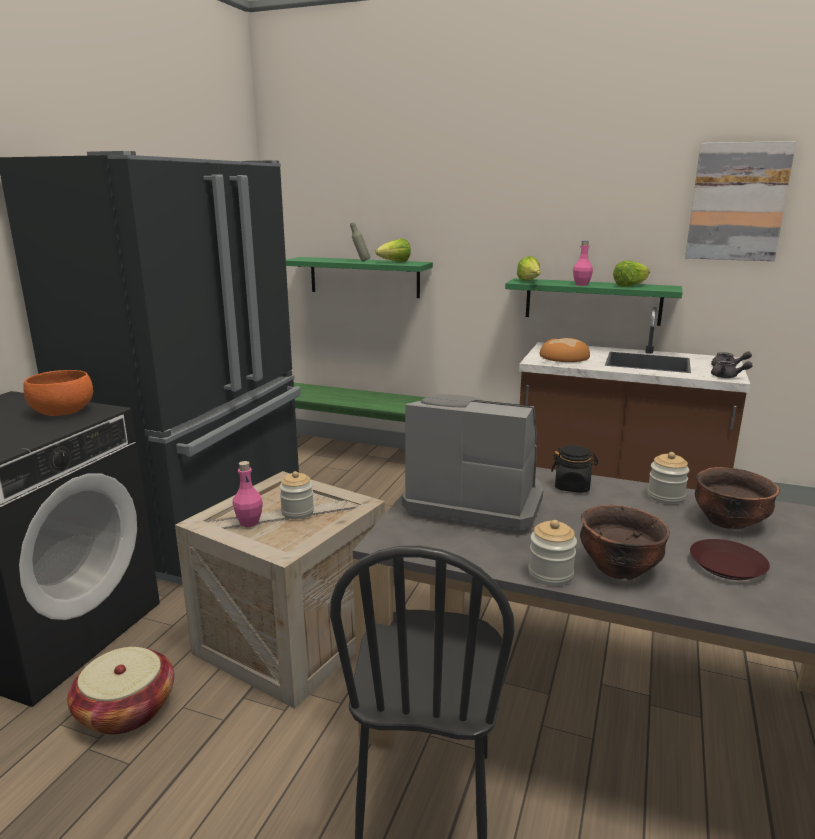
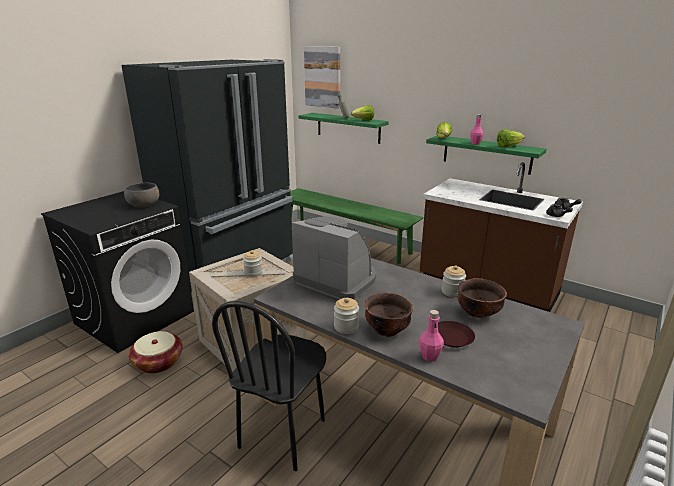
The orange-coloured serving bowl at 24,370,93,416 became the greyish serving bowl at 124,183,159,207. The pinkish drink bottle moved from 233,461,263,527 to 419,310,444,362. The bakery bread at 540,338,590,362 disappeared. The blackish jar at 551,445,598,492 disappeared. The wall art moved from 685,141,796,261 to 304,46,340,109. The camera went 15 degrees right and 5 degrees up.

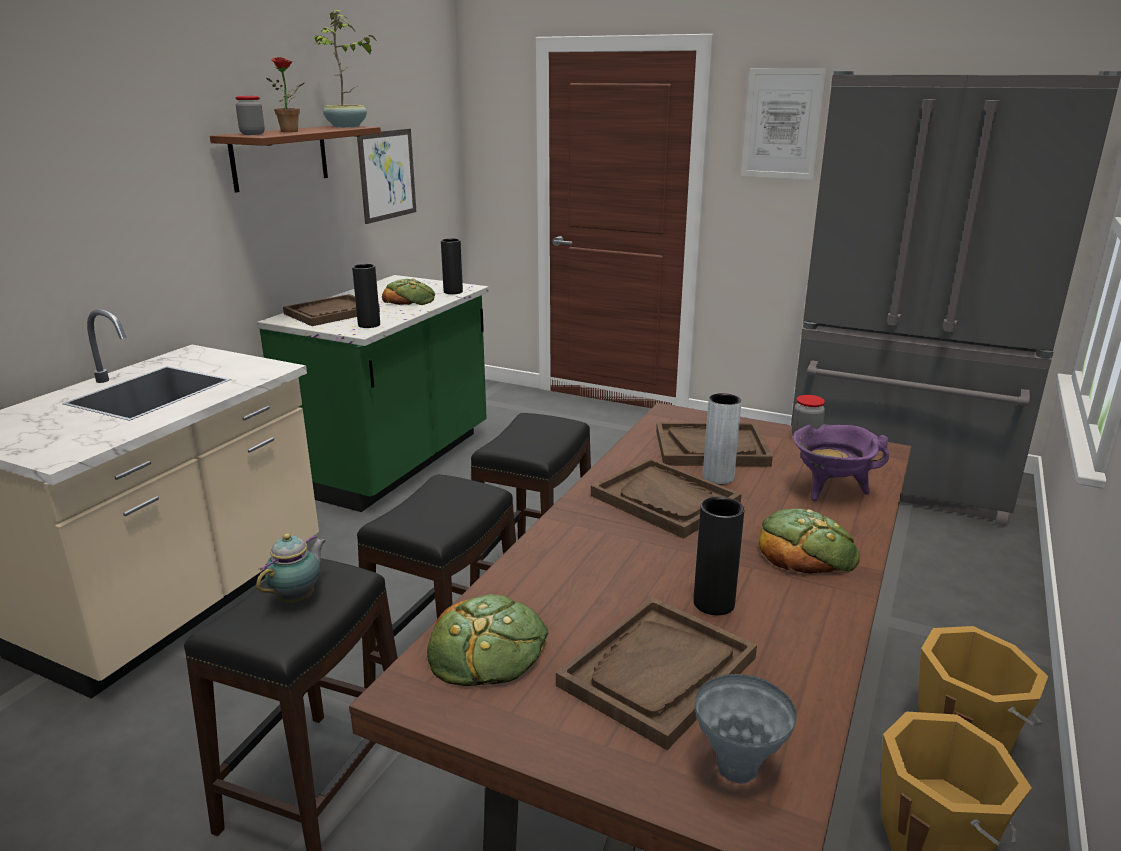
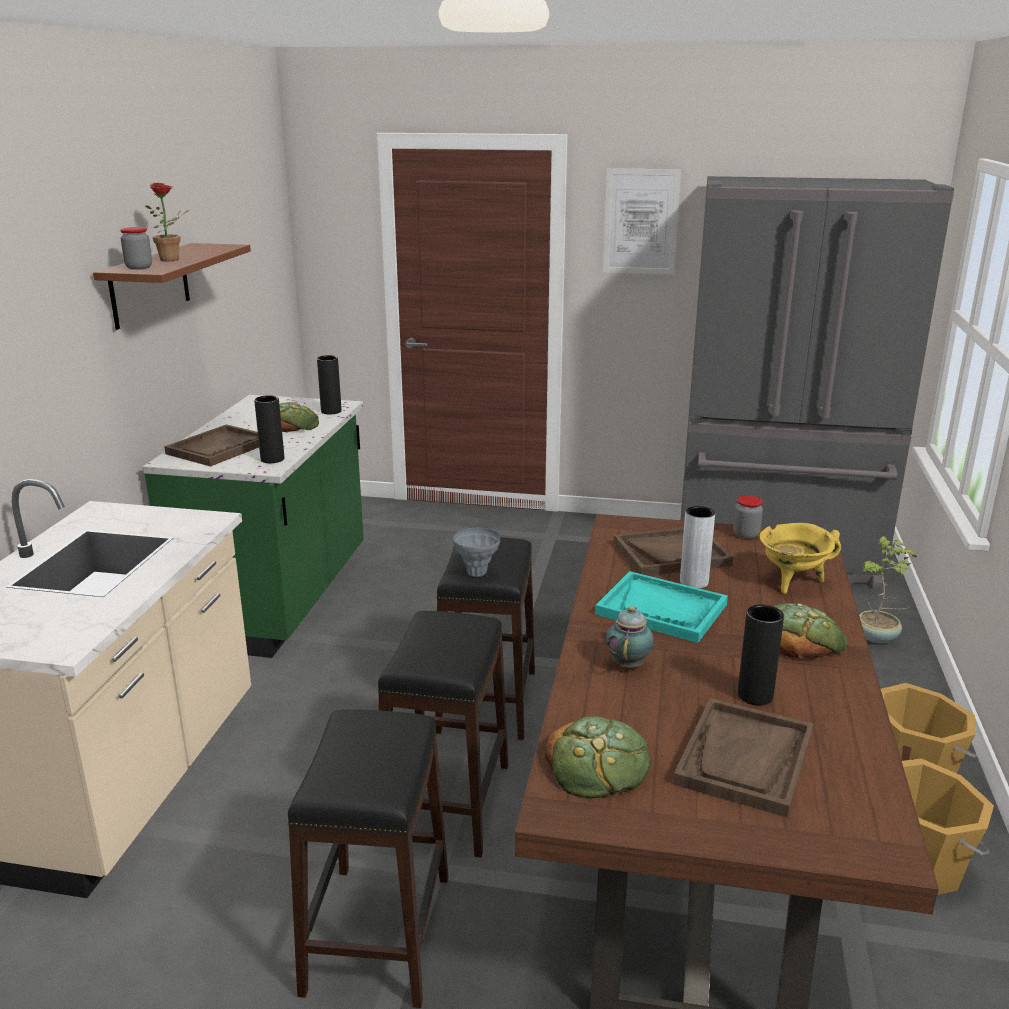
The tea pot moved from 256,533,326,603 to 606,606,654,669. The houseplant moved from 311,10,376,128 to 859,536,917,644. The wall art at 357,129,416,224 disappeared. The brownish serving tray at 591,458,742,539 became the turquoise-coloured serving tray at 595,571,728,643. The greyish decorative vase moved from 695,674,797,783 to 453,528,501,577. The purple-coloured saucepot at 793,424,889,501 became the yellow saucepot at 759,523,841,594. The camera went 15 degrees left and 0 degrees up.

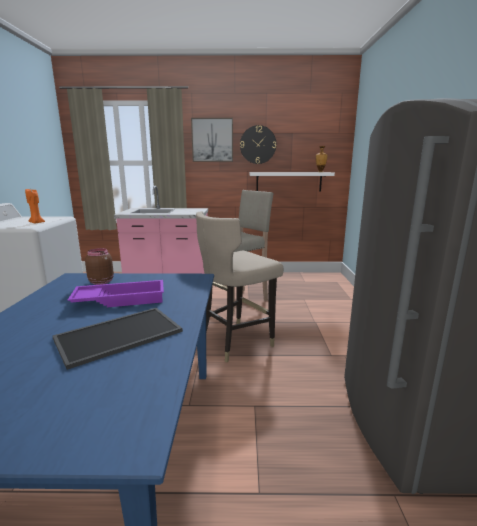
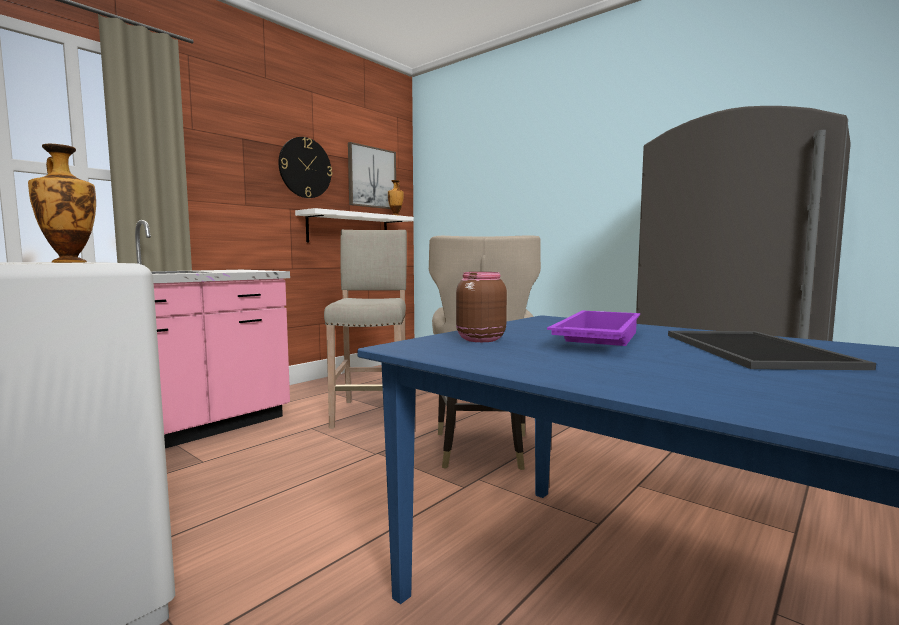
The orange-coloured candle at 25,189,45,223 was replaced by the decorative vase at 28,143,96,263. The wall art moved from 191,118,233,162 to 348,142,396,209. The camera went 50 degrees left and 10 degrees down.

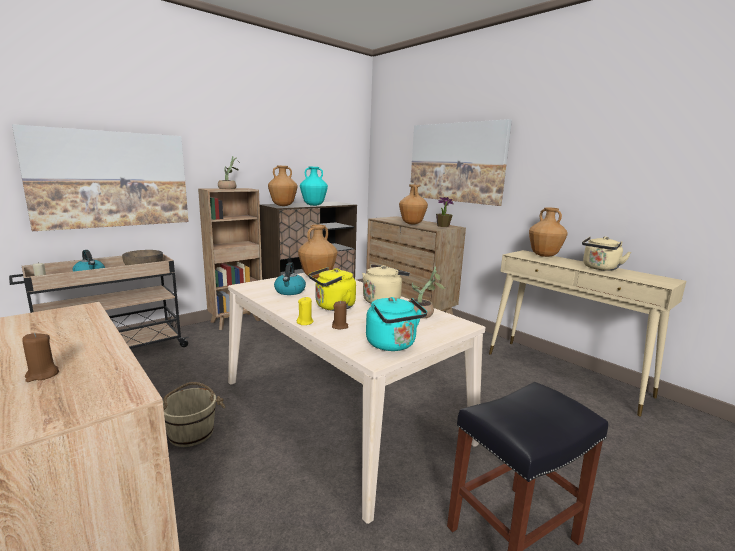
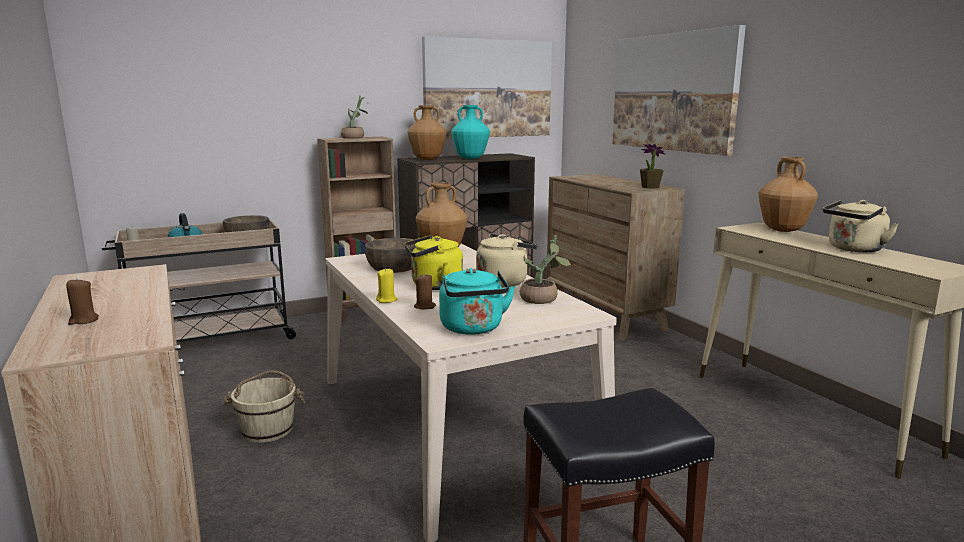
The wall art moved from 12,124,189,231 to 422,36,552,138. The tea kettle at 274,262,306,295 was replaced by the brownish serving bowl at 365,238,416,273. The brownish decorative vase at 399,184,428,224 disappeared. The camera went 15 degrees right and 0 degrees up.

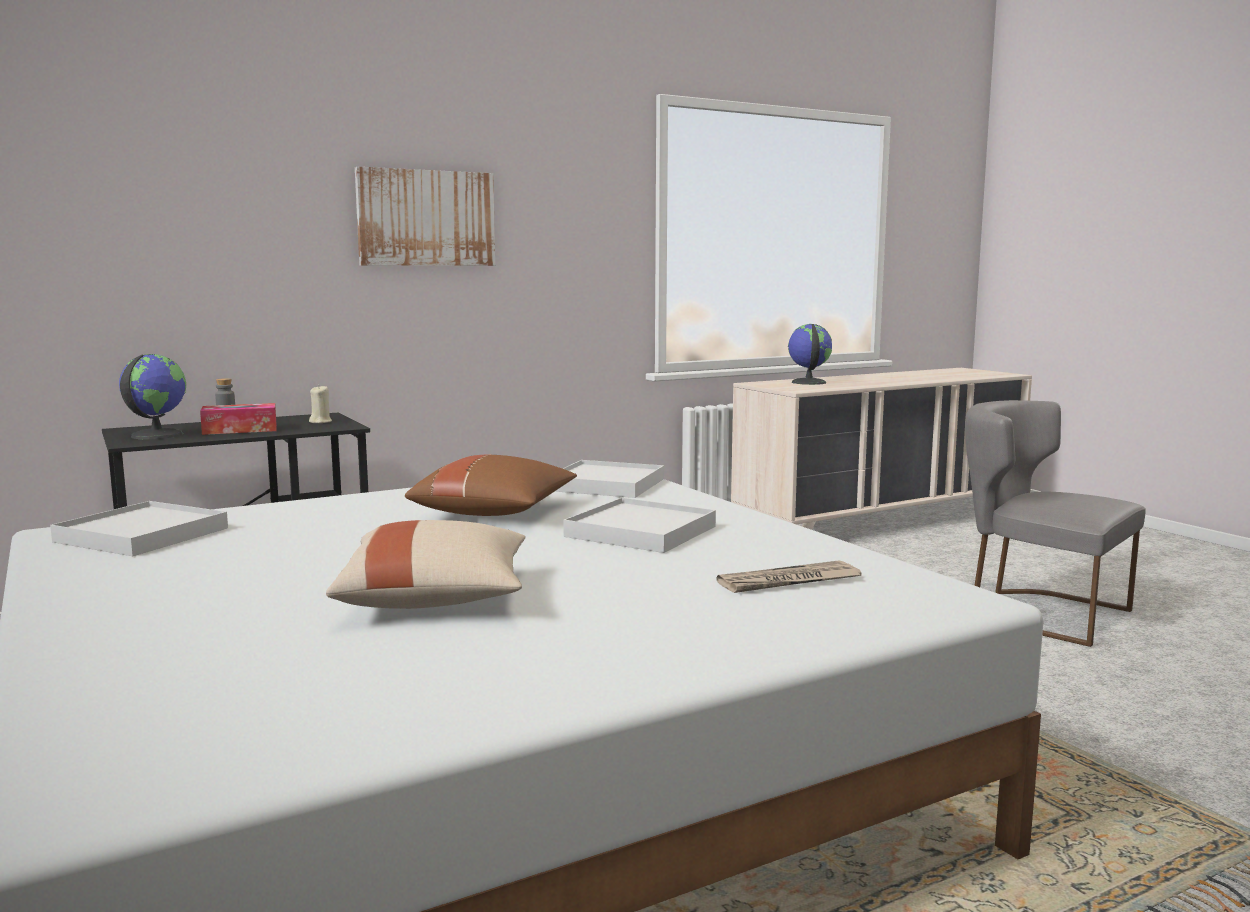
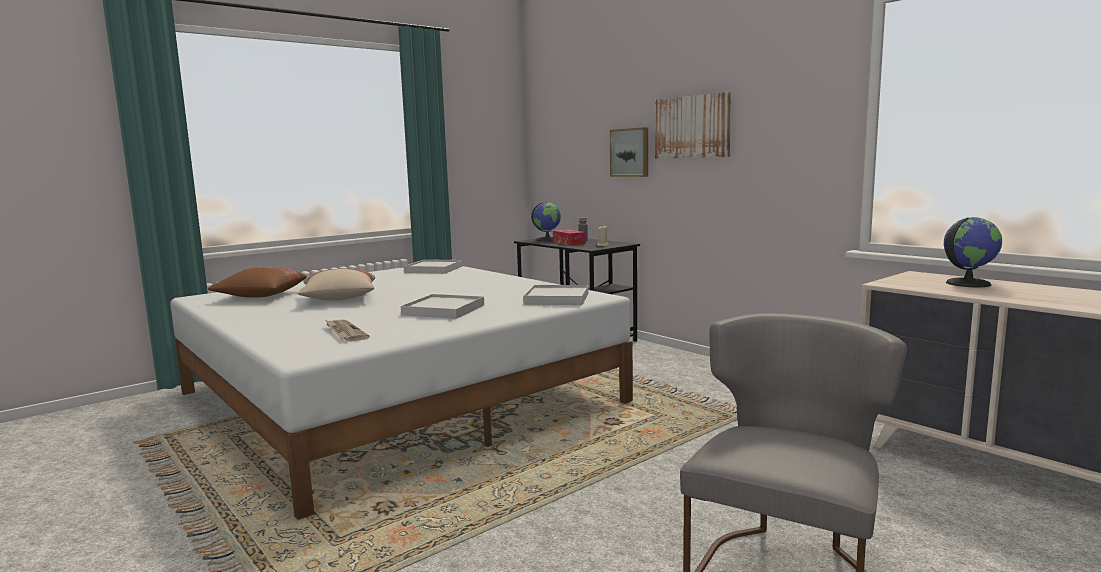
The brownish pillow moved from 405,455,577,516 to 208,267,307,298. The wall art at 610,127,648,177 appeared. The camera went 80 degrees right and 0 degrees up.

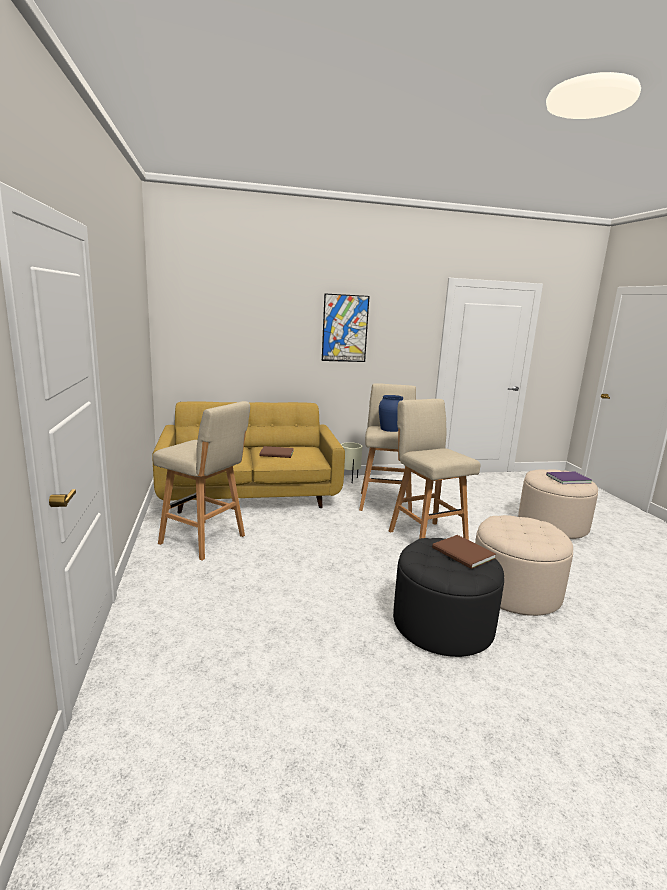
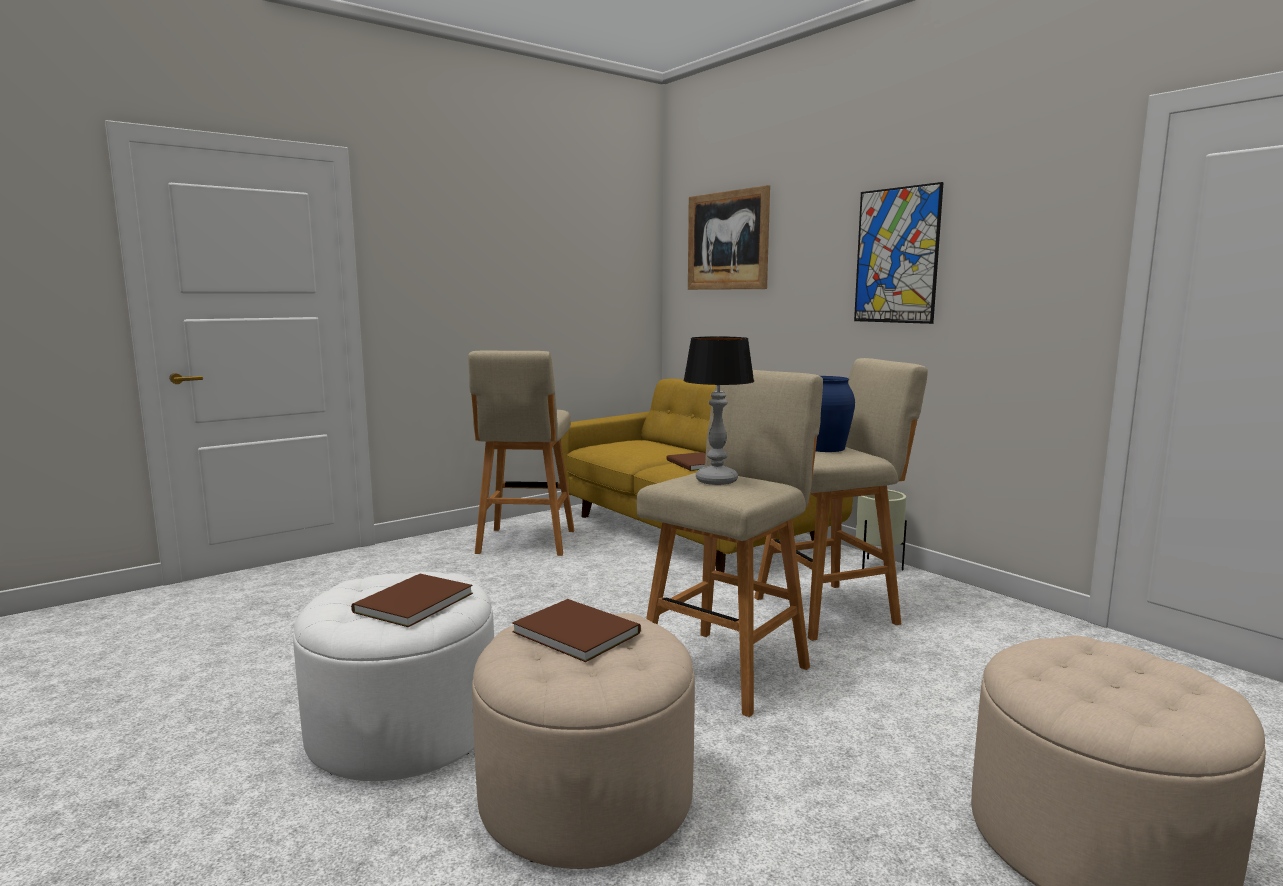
The blackish ottoman at 393,538,504,657 became the whitish ottoman at 293,572,494,781. The purple-coloured bound book at 546,472,592,484 disappeared. The brownish bound book at 512,599,641,662 appeared. The tabletop lamp at 683,336,754,485 appeared. The wall art at 688,185,770,290 appeared. The camera went 65 degrees right and 5 degrees down.

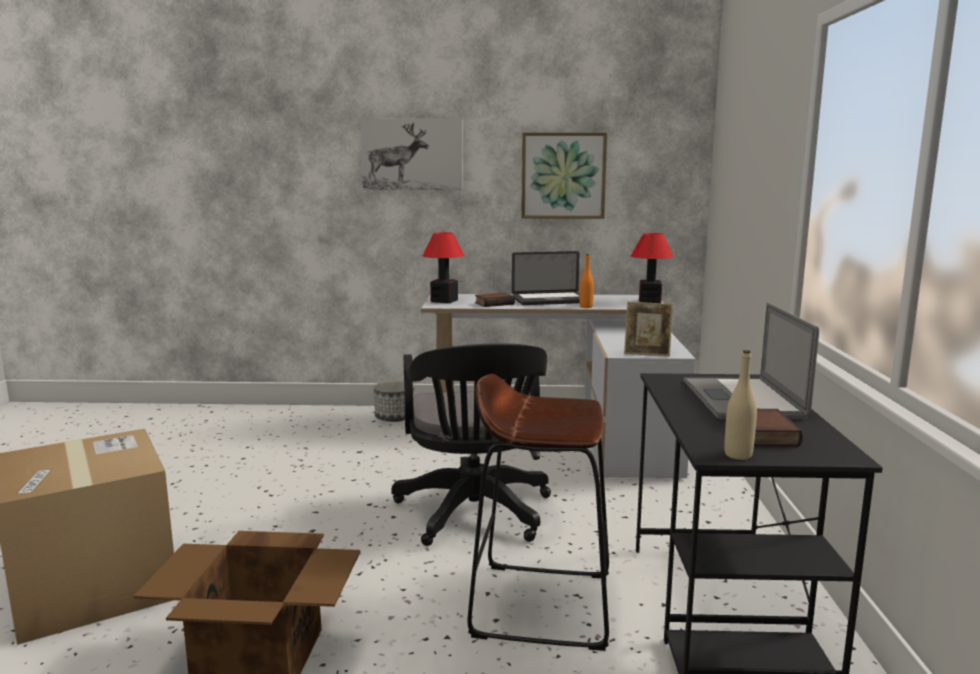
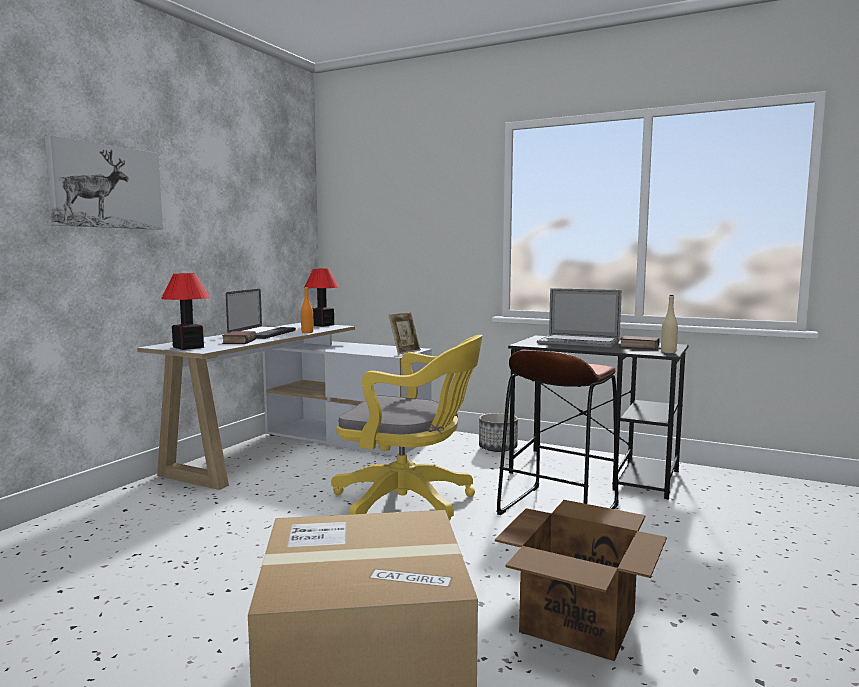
The planter moved from 374,380,415,422 to 479,413,518,452. The blackish office chair at 391,343,551,546 became the yellow office chair at 331,335,483,521. The wall art at 521,132,607,219 disappeared. The camera went 65 degrees left and 5 degrees down.

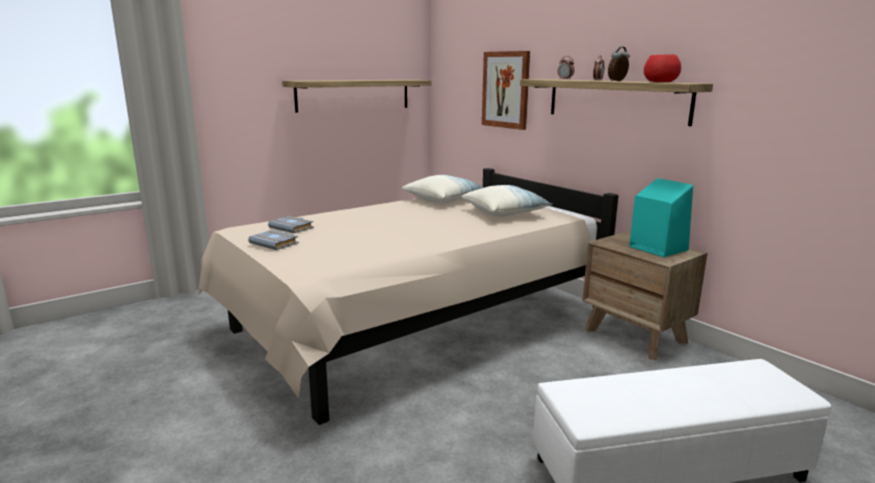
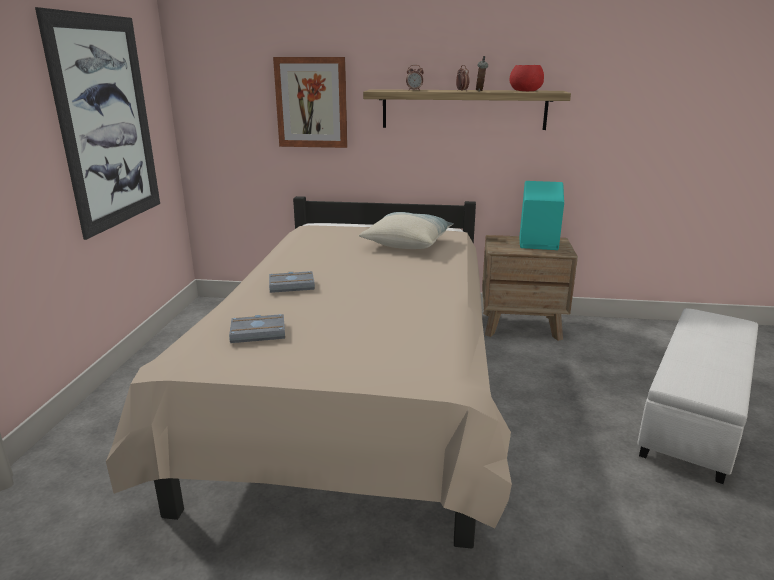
The greyish bound book moved from 248,230,299,250 to 269,271,315,293. The wall shelf at 282,80,432,113 was replaced by the wall art at 35,7,160,240. The pillow at 402,175,484,203 disappeared. The camera went 45 degrees left and 5 degrees up.

